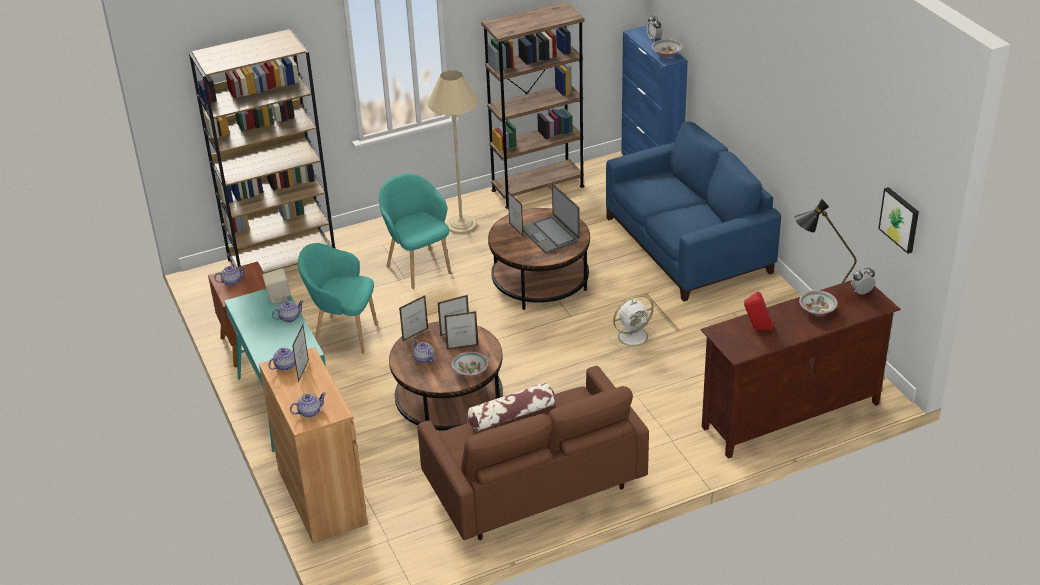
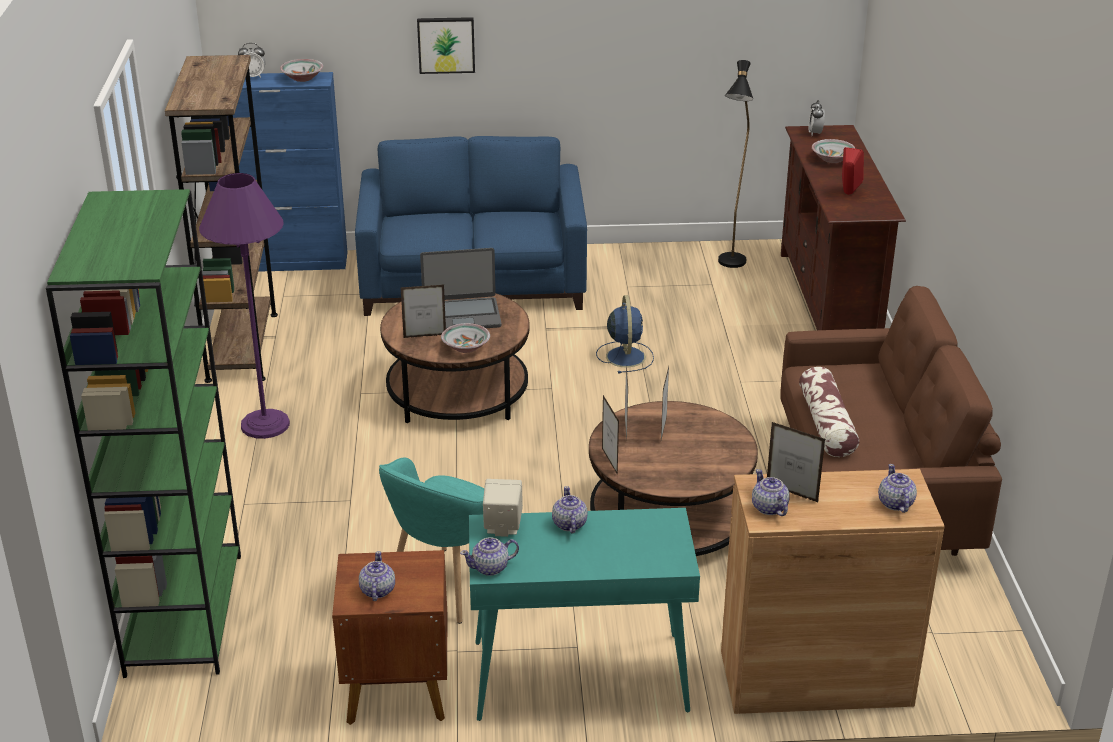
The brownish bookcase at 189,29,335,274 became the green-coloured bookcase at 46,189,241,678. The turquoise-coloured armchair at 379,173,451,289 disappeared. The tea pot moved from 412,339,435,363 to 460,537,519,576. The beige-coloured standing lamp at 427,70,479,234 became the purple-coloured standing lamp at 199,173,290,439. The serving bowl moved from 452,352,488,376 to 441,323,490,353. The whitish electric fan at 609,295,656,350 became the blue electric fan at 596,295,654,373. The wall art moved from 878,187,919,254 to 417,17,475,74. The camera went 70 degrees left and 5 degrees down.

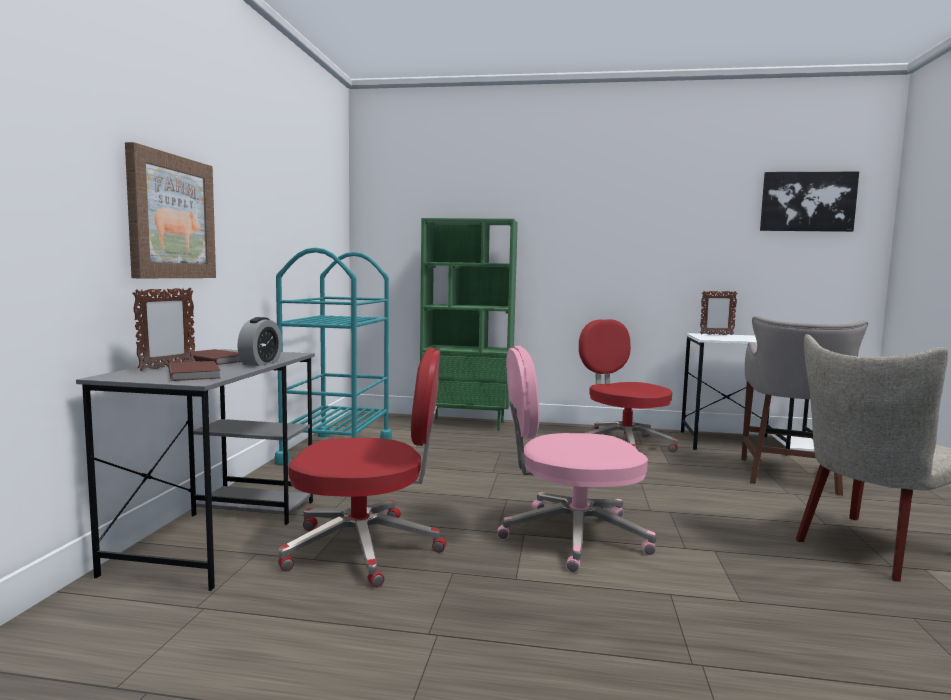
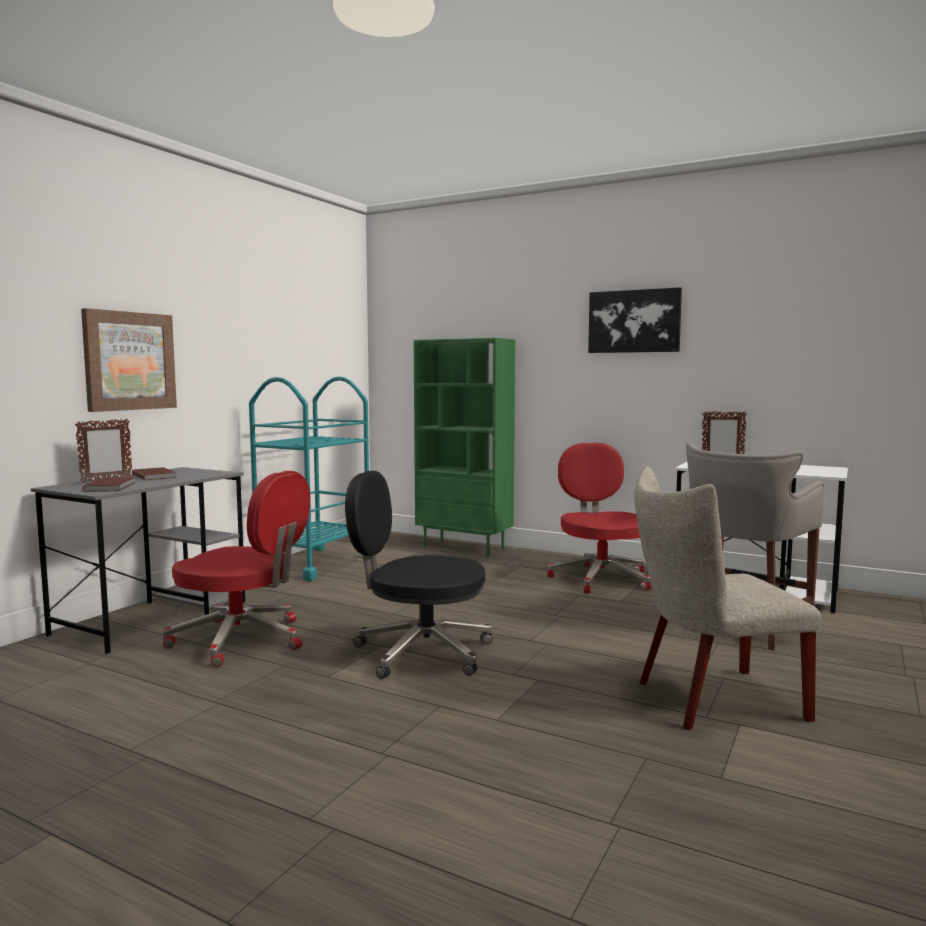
The alarm clock at 237,317,282,366 disappeared. The pinkish office chair at 497,346,656,573 became the blackish office chair at 345,471,492,679. The wall art moved from 760,172,859,232 to 588,287,682,353. The camera went 20 degrees right and 0 degrees up.

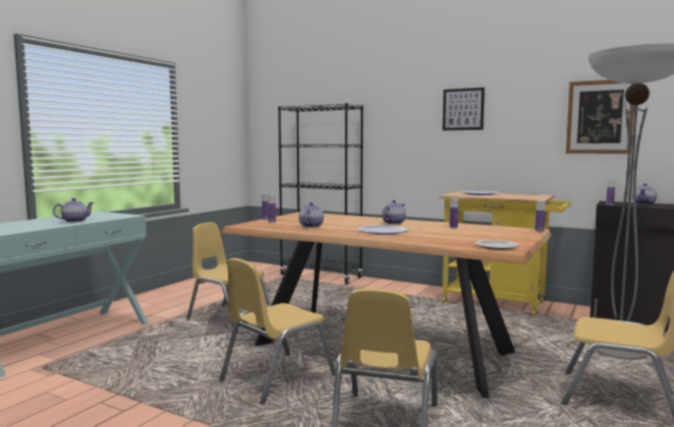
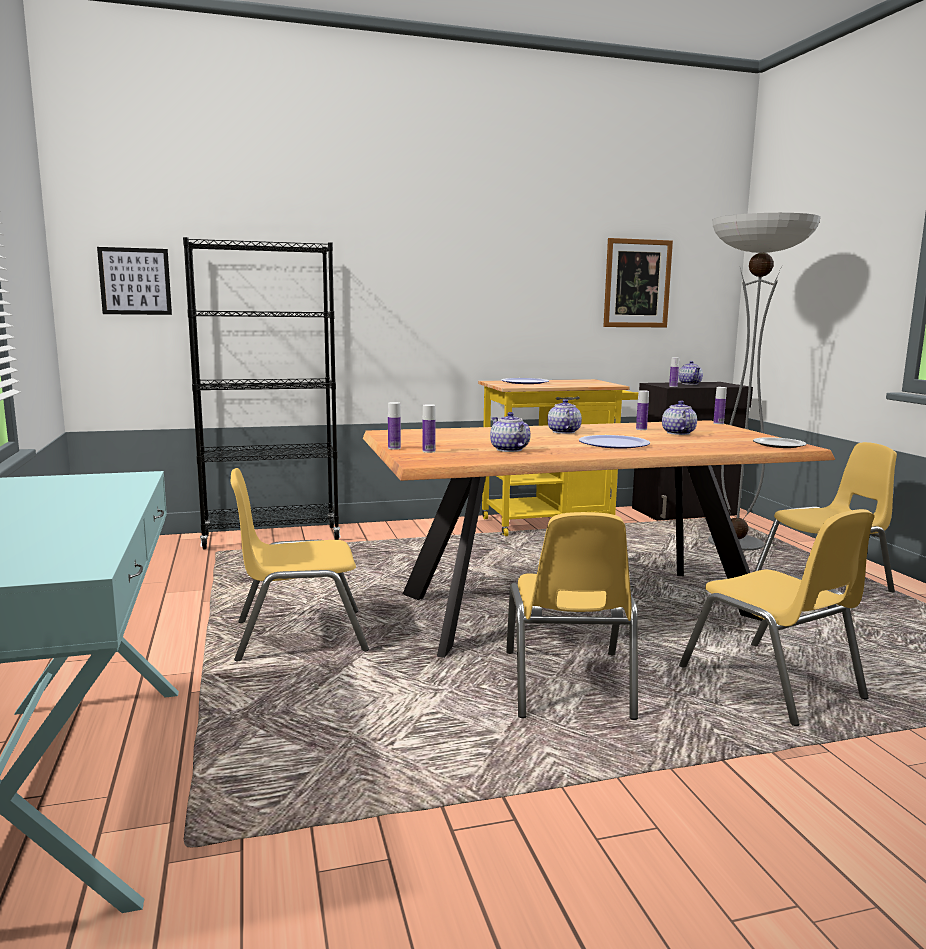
The tea pot moved from 53,198,94,222 to 662,400,697,435. The wall art moved from 443,87,485,130 to 97,247,172,315. The camera went 45 degrees left and 5 degrees up.

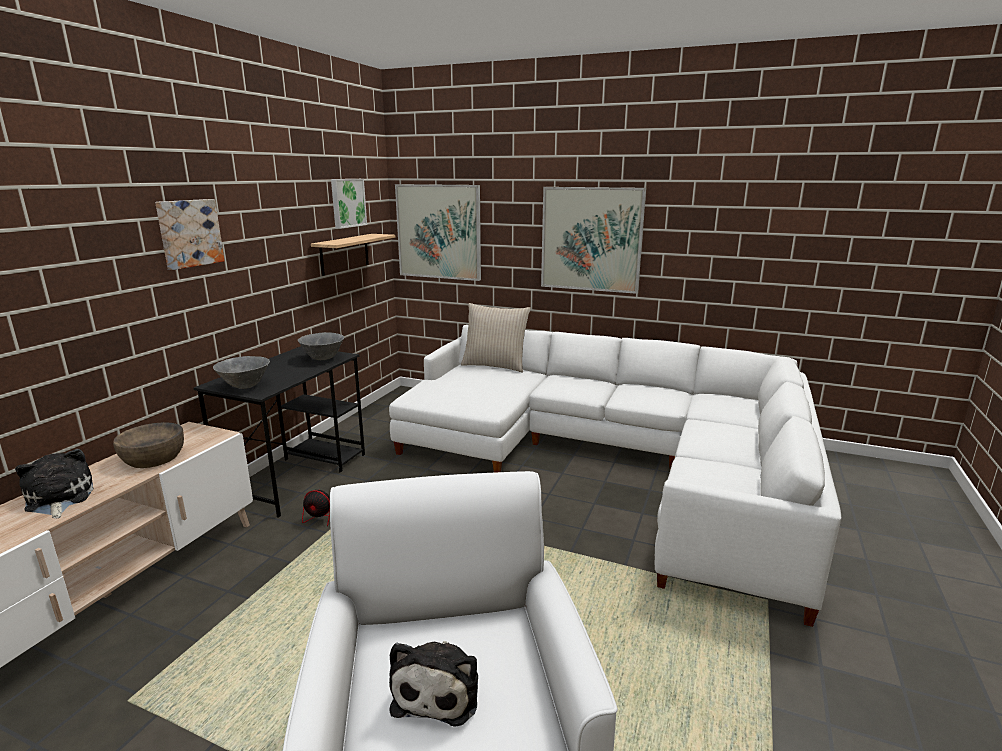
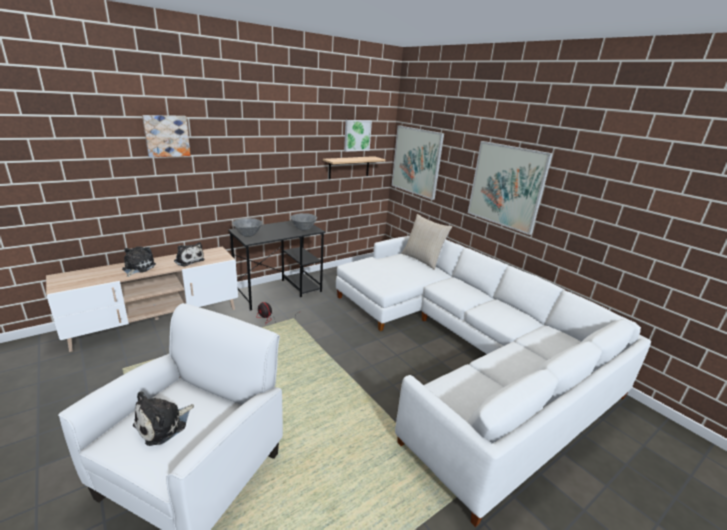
The brownish serving bowl at 113,422,184,468 was replaced by the soft toy at 174,242,205,267. The wall art moved from 155,199,225,270 to 142,115,191,157. The camera went 30 degrees right and 5 degrees up.

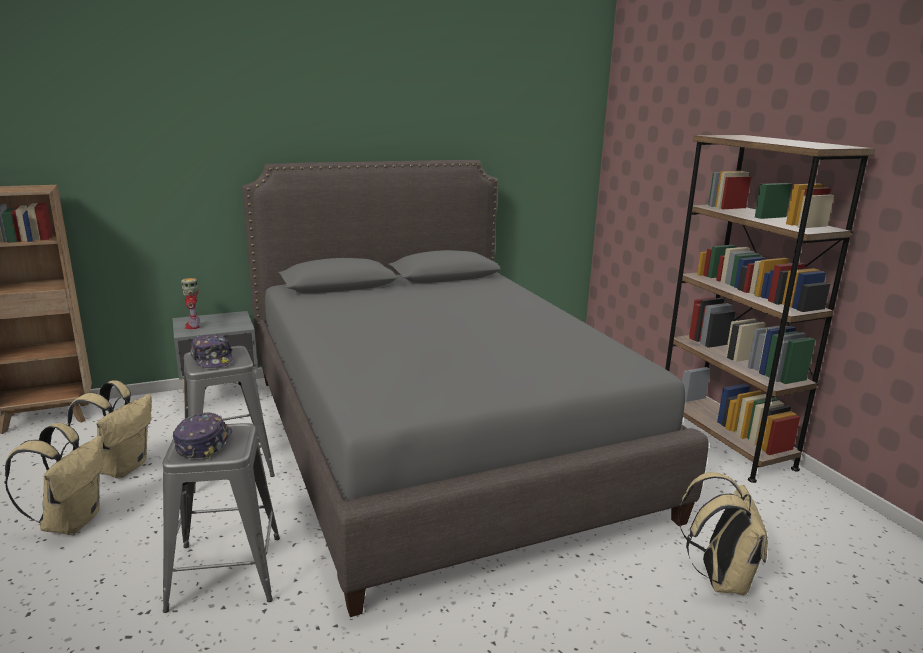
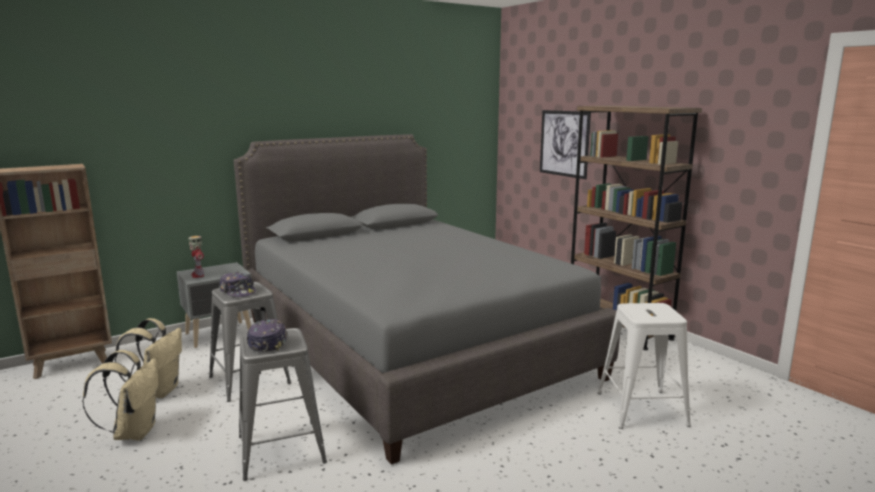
The beige-coloured knapsack at 677,472,768,596 was replaced by the whitish sitting stool at 598,303,691,429. The wall art at 540,110,591,179 appeared. The camera went 10 degrees left and 5 degrees down.

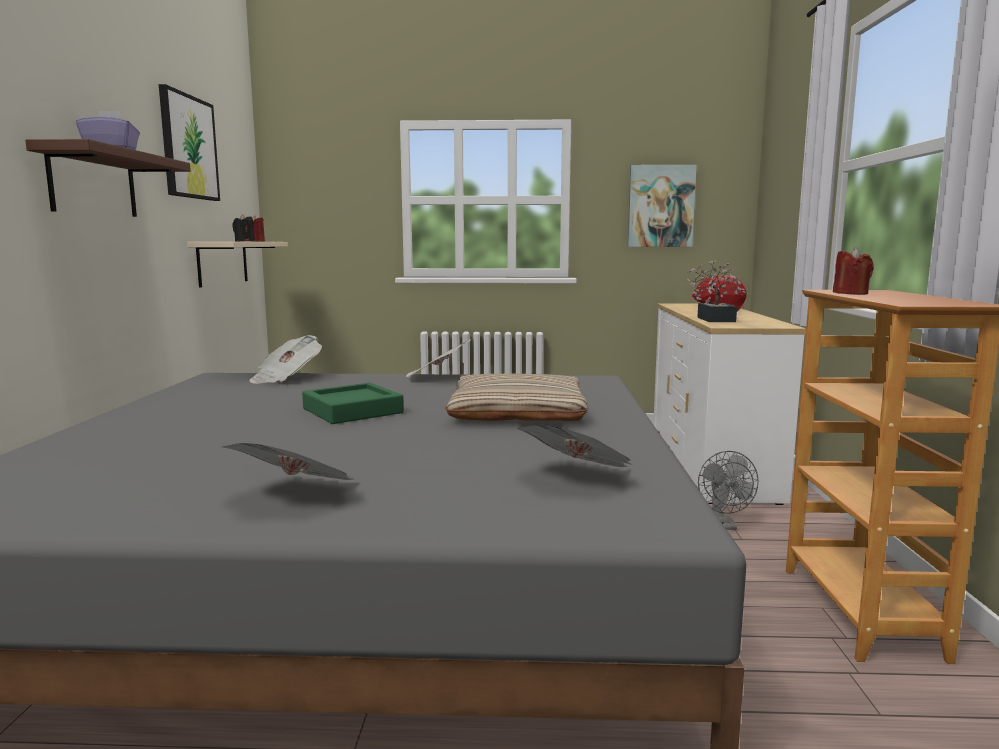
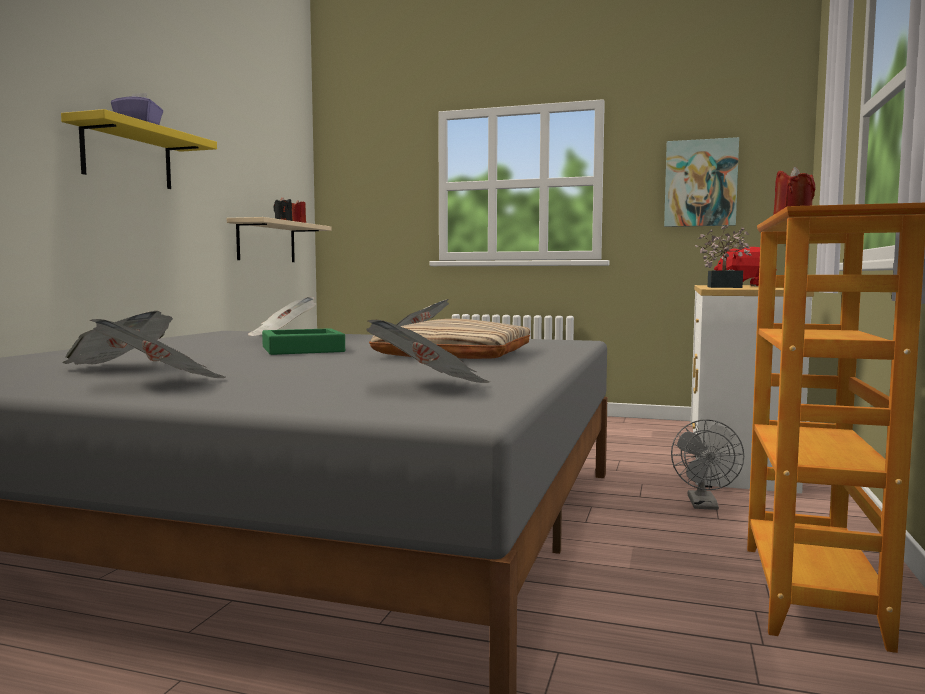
The brownish wall shelf at 25,139,191,217 became the yellow wall shelf at 61,109,217,189. The wall art at 159,84,220,201 disappeared. The newspaper at 63,311,173,365 appeared. The camera went 15 degrees right and 5 degrees down.

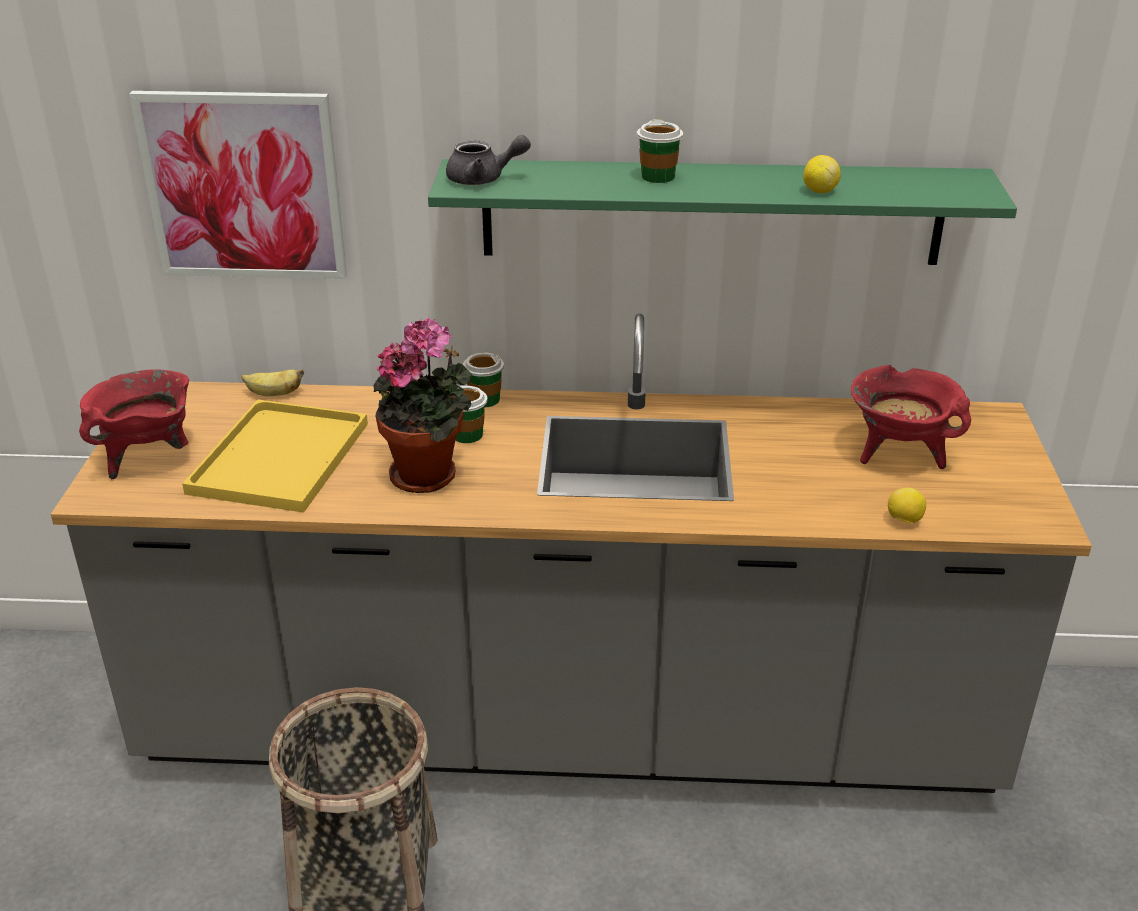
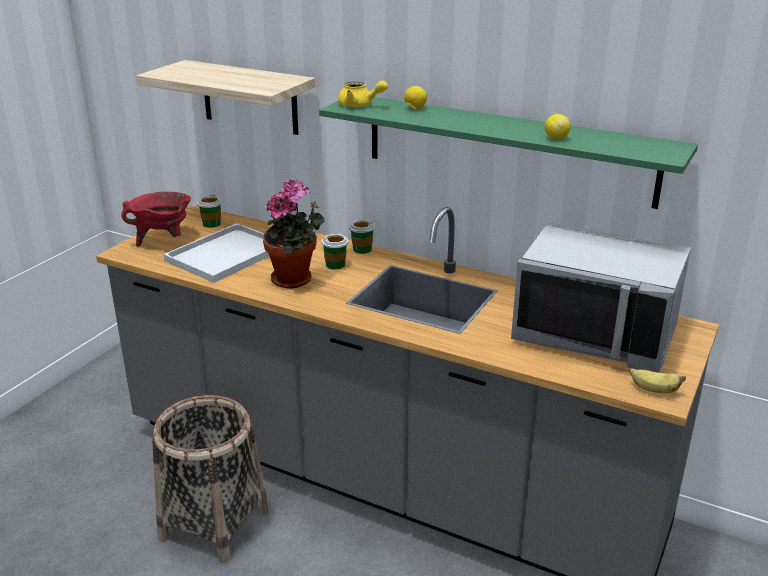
The wall art at 129,91,347,279 was replaced by the wall shelf at 136,60,315,135. The yellow serving tray at 182,399,368,513 became the whitish serving tray at 163,224,270,283. The whole banana moved from 241,369,304,396 to 629,368,686,393. The greyish tea pot at 446,135,531,185 became the yellow tea pot at 338,80,388,108. The cup moved from 637,119,683,183 to 197,195,222,228. The red saucepot at 851,365,971,469 was replaced by the greyish microwave at 511,222,691,373. The citrus fruit moved from 888,488,926,524 to 404,86,427,109. The camera went 25 degrees right and 5 degrees down.

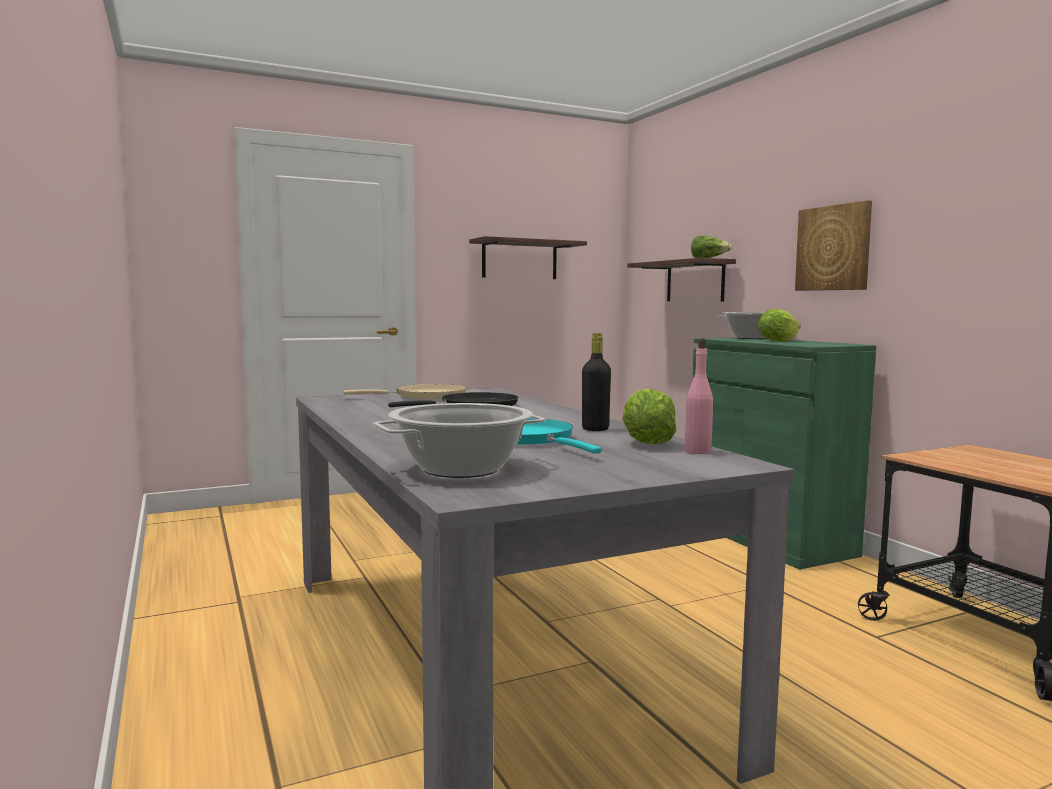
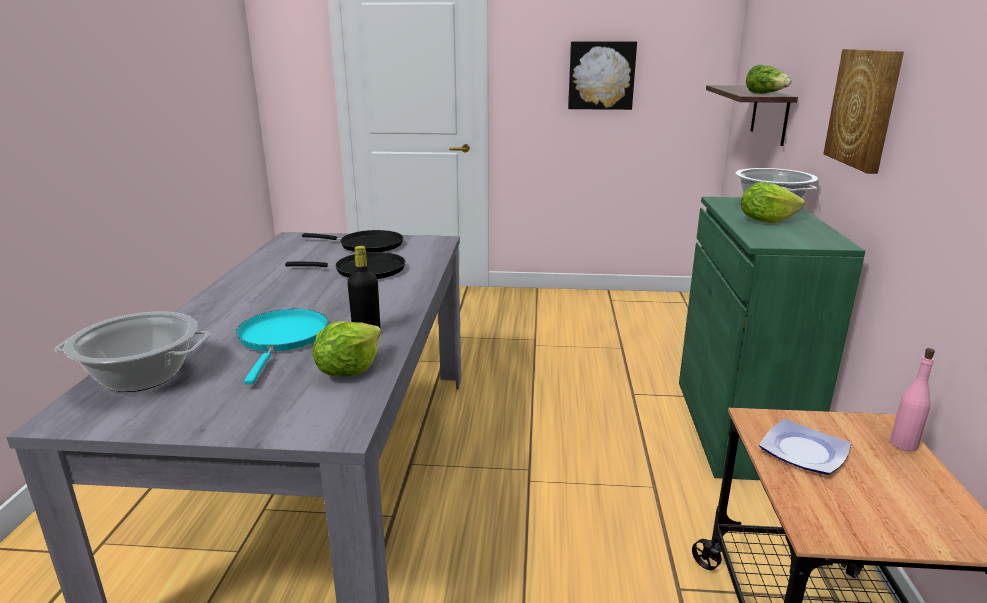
The beige-coloured skillet at 343,384,466,399 became the blackish skillet at 302,230,403,252. The wall shelf at 469,236,587,279 was replaced by the wall art at 568,41,637,110. The pinkish drink bottle moved from 684,339,713,454 to 890,348,935,451. The flat dish at 759,419,851,475 appeared. The camera went 30 degrees right and 15 degrees up.

